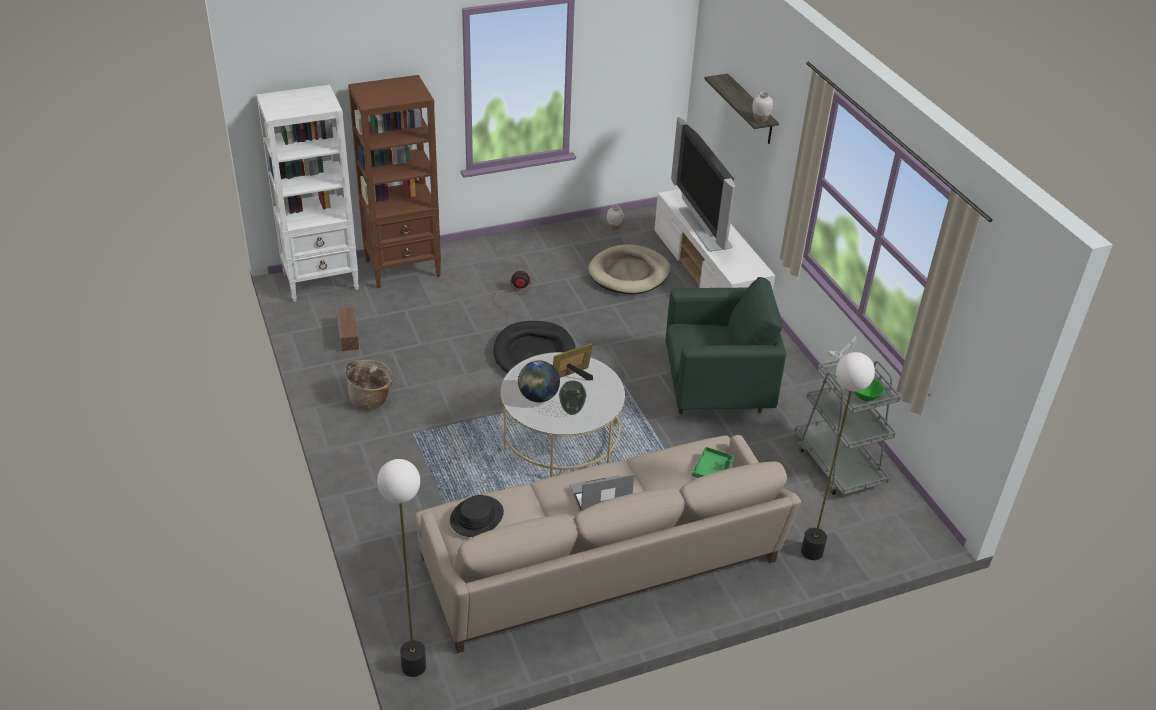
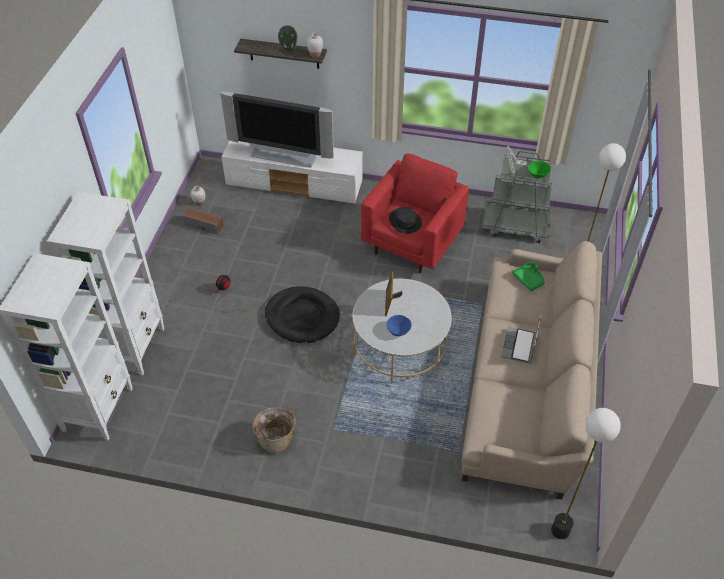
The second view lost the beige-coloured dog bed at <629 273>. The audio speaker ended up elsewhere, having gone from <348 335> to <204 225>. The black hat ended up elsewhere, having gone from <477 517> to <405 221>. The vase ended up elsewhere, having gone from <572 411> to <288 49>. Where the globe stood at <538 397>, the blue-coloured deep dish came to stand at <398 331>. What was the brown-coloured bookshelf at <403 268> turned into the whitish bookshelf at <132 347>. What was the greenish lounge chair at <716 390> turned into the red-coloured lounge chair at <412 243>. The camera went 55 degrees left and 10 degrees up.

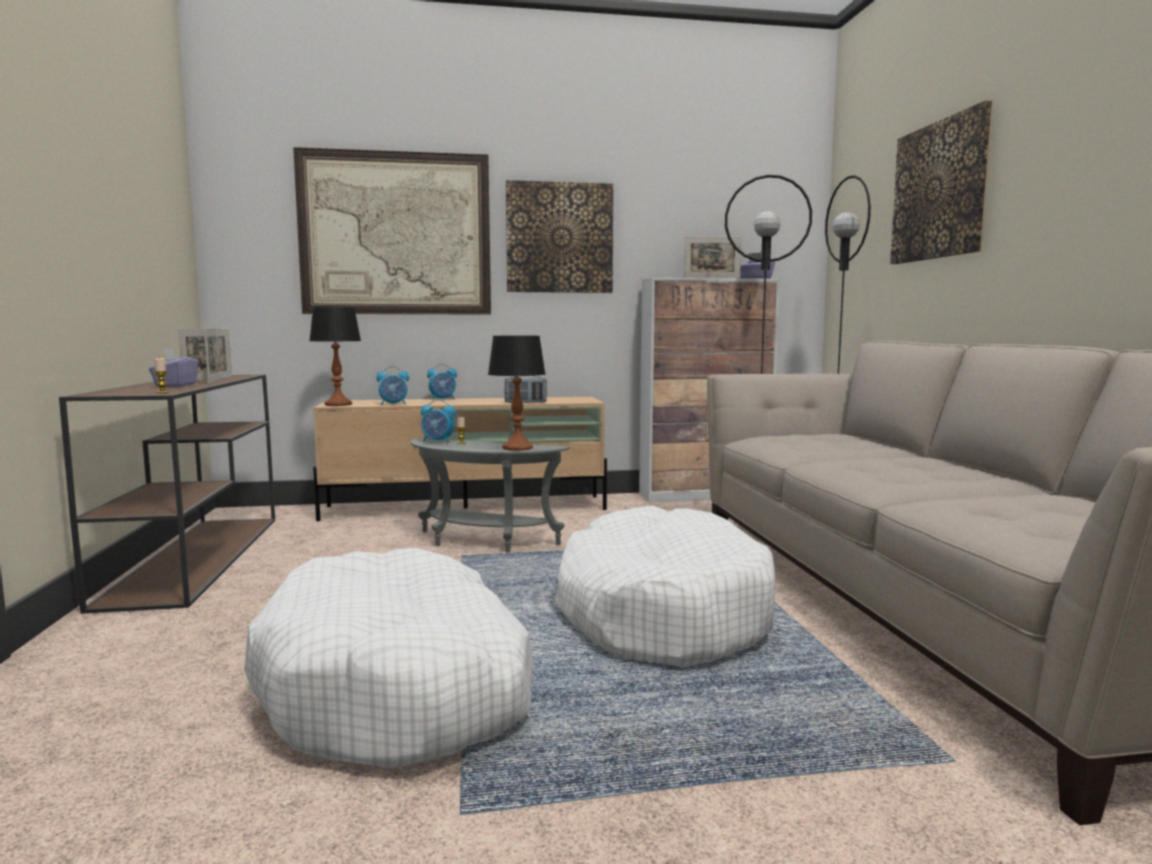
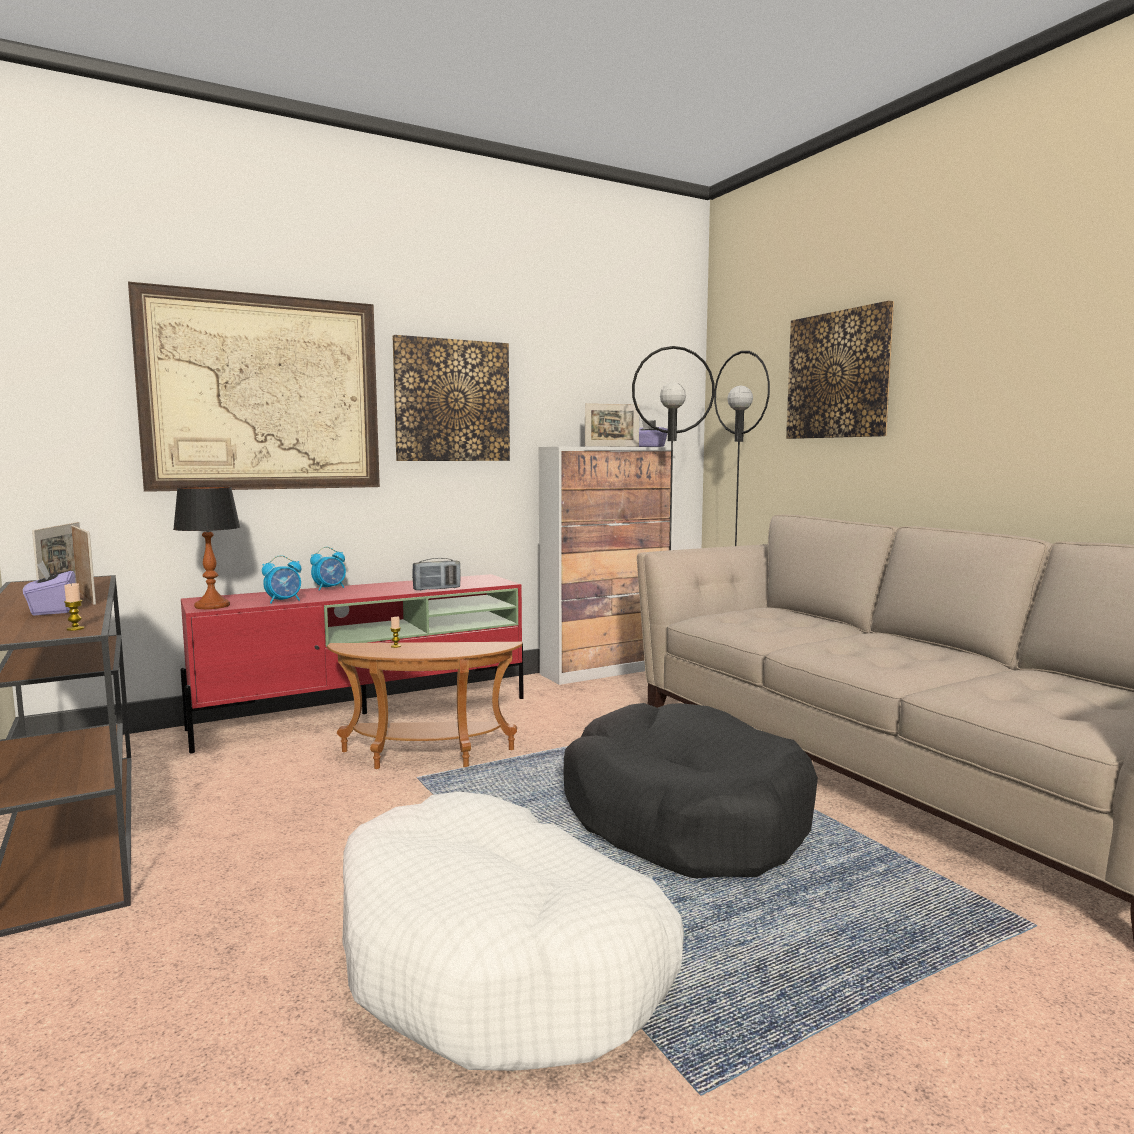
The second view lost the table clock at <438 441>. The second view lost the table lamp at <517 448>. What was the beige-coloured tv unit at <467 508> turned into the red-coloured tv unit at <367 713>. What was the gray side table at <481 542> turned into the brown-coloured side table at <425 758>. What was the whitish dog bed at <661 613> turned into the black dog bed at <683 817>. The camera went 20 degrees left and 0 degrees up.

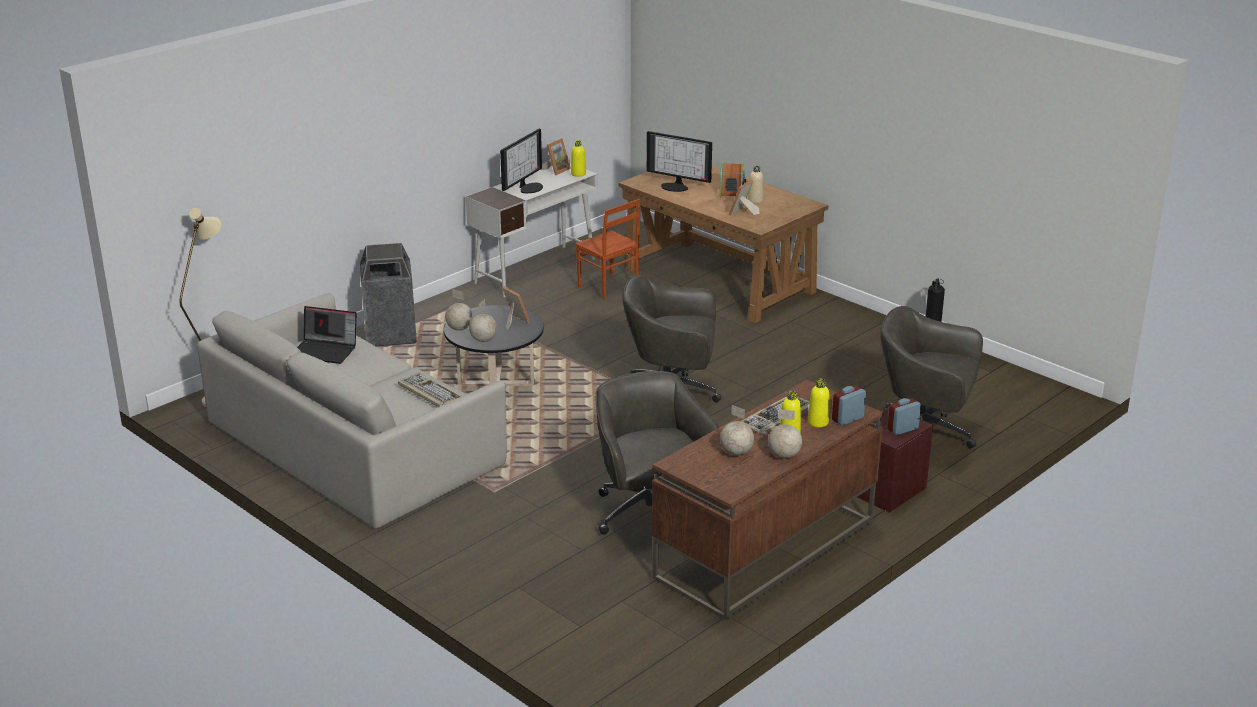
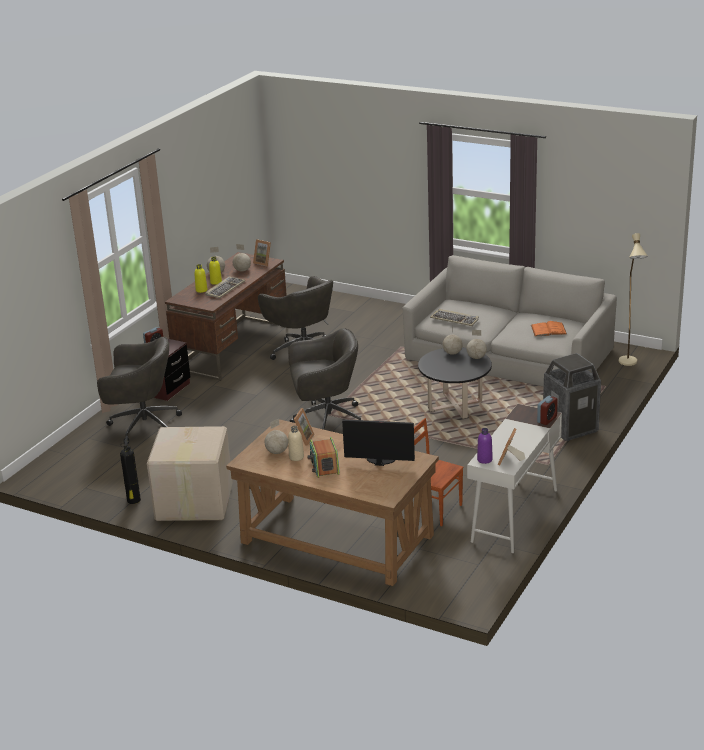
The second view lost the computer screen at <529 187>. The second view gained the carton at <193 503>. The second view gained the globe at <277 452>. The standing frame ended up elsewhere, having gone from <514 321> to <264 262>. The table clock ended up elsewhere, having gone from <847 418> to <547 419>. Where the laptop stood at <325 350>, the orange-coloured book came to stand at <548 330>. What was the yellow bottle at <578 174> turned into the purple-coloured bottle at <484 460>. The camera went 165 degrees right and 0 degrees up.

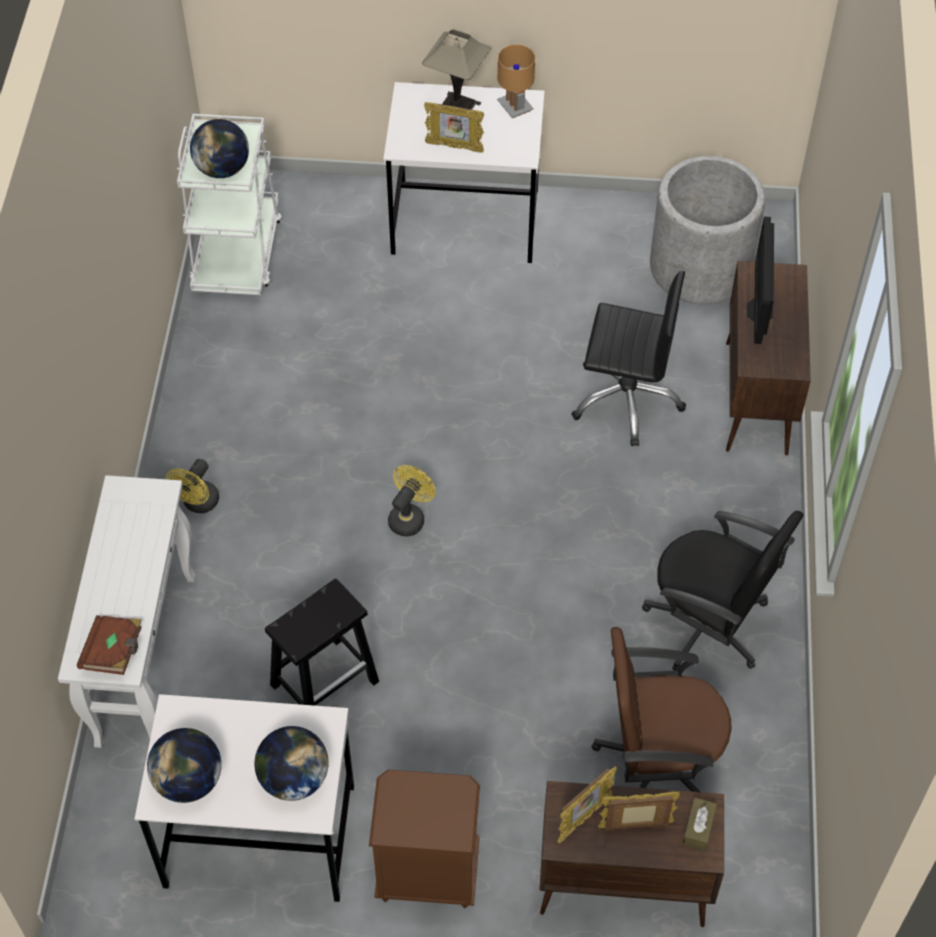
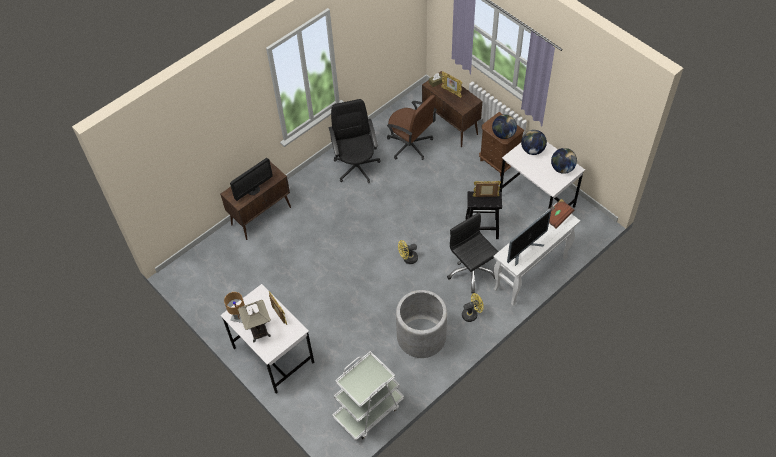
The second view gained the computer screen at <525 249>. The globe ended up elsewhere, having gone from <222 169> to <503 134>. The standing frame ended up elsewhere, having gone from <583 819> to <486 196>. The black office chair ended up elsewhere, having gone from <626 399> to <471 271>. The gray plant pot ended up elsewhere, having gone from <700 267> to <421 336>. The camera went 135 degrees left and 0 degrees up.

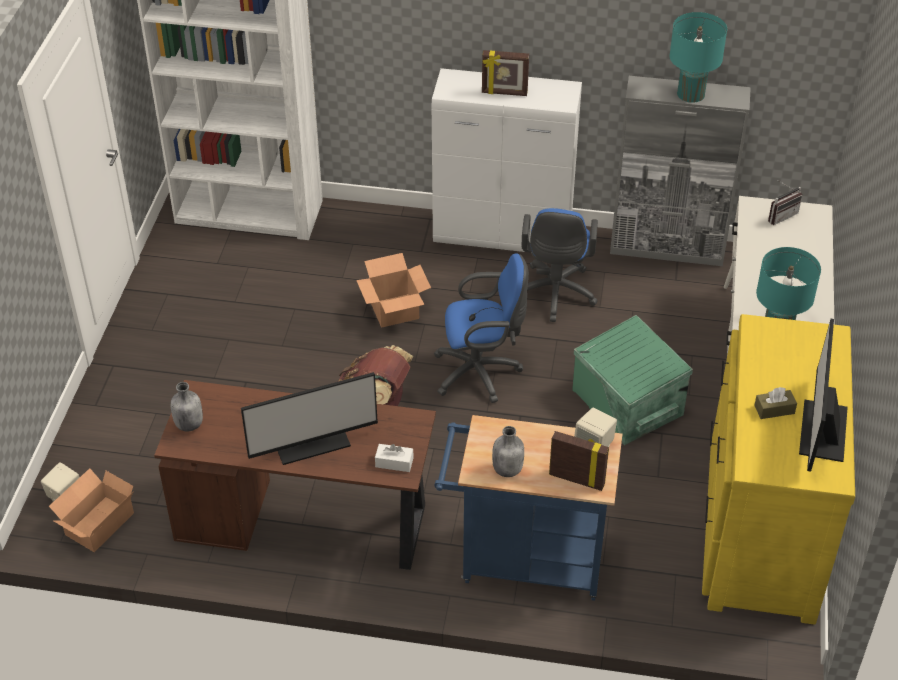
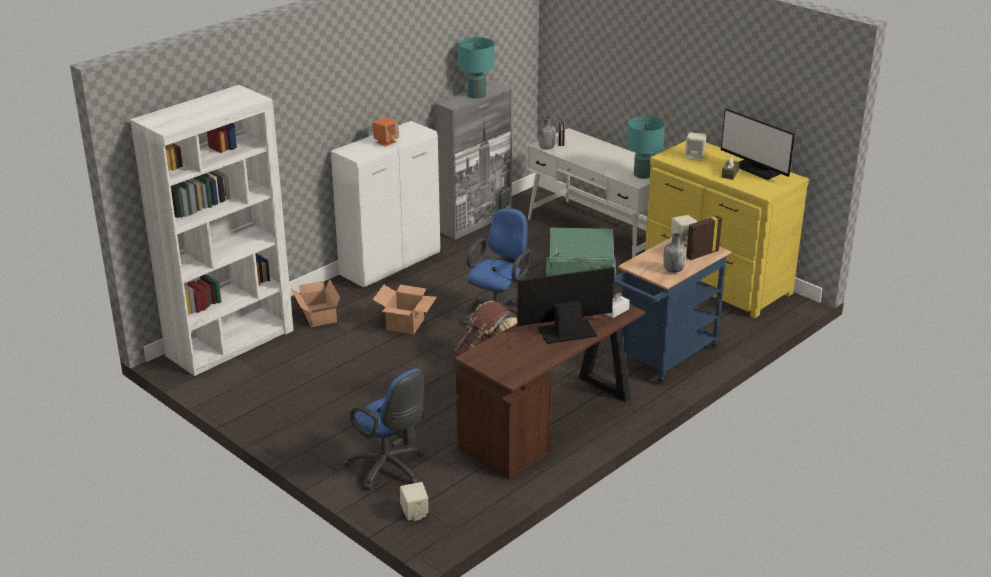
The second view gained the beige-coloured audio speaker at <695 157>. The carton ended up elsewhere, having gone from <96 524> to <317 316>. The gray bottle ended up elsewhere, having gone from <189 424> to <546 148>. The blue-coloured office chair ended up elsewhere, having gone from <554 295> to <389 469>. Where the standing frame stood at <504 93>, the orange-coloured audio speaker came to stand at <386 142>. The computer screen at <311 442> ended up facing another way, 120 degrees counterclockwise from before. The camera went 55 degrees left and 15 degrees down.

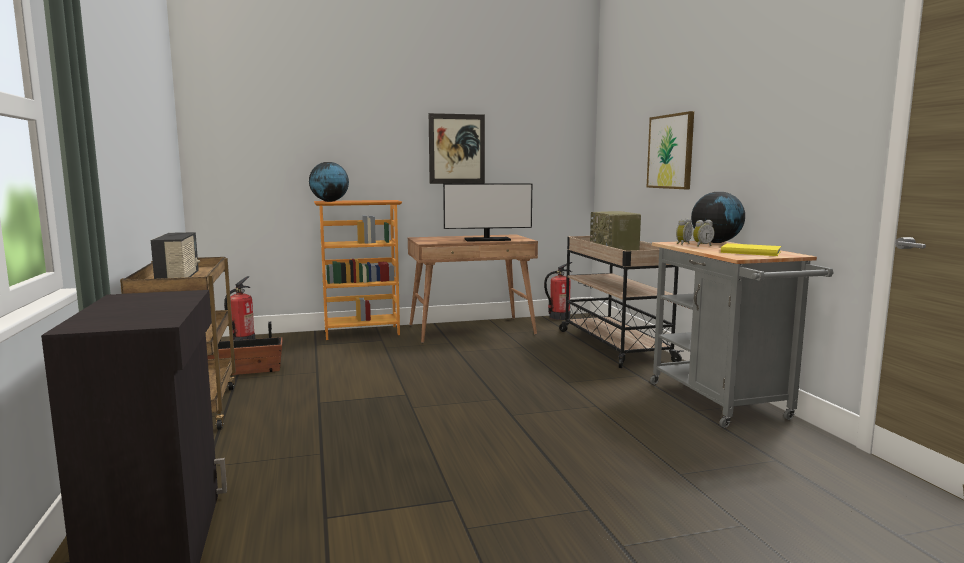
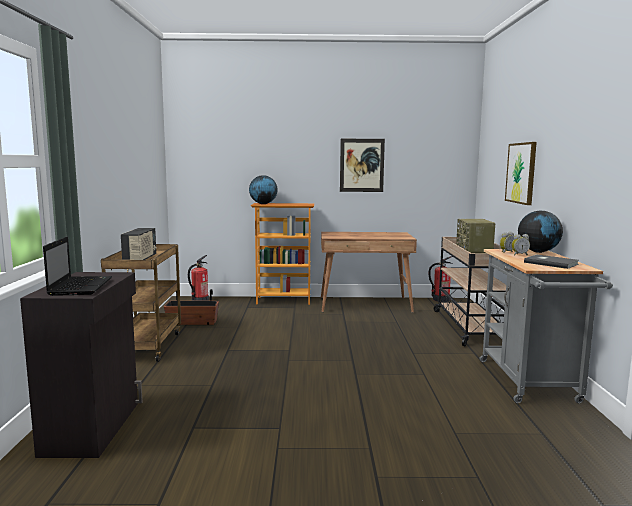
The second view lost the computer screen at <487 240>. The second view gained the laptop at <81 286>. What was the yellow book at <750 252> turned into the gray book at <550 263>. The camera went 15 degrees right and 0 degrees up.

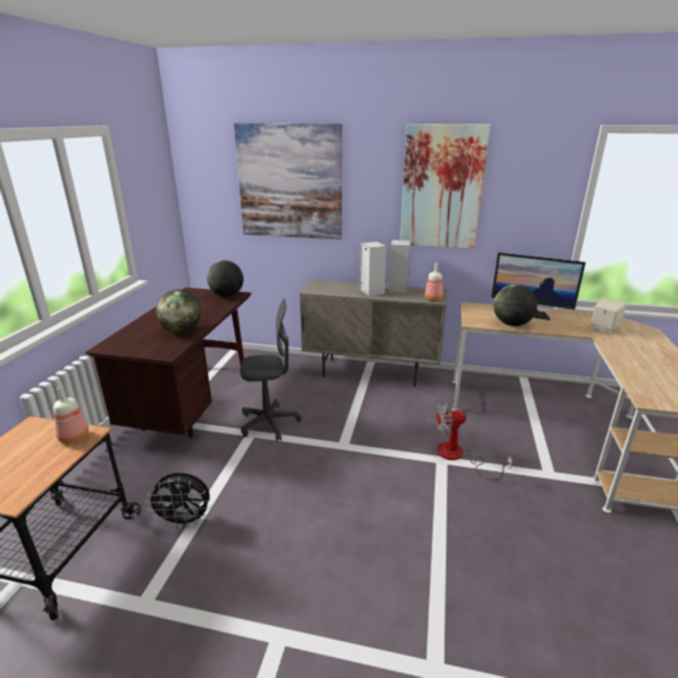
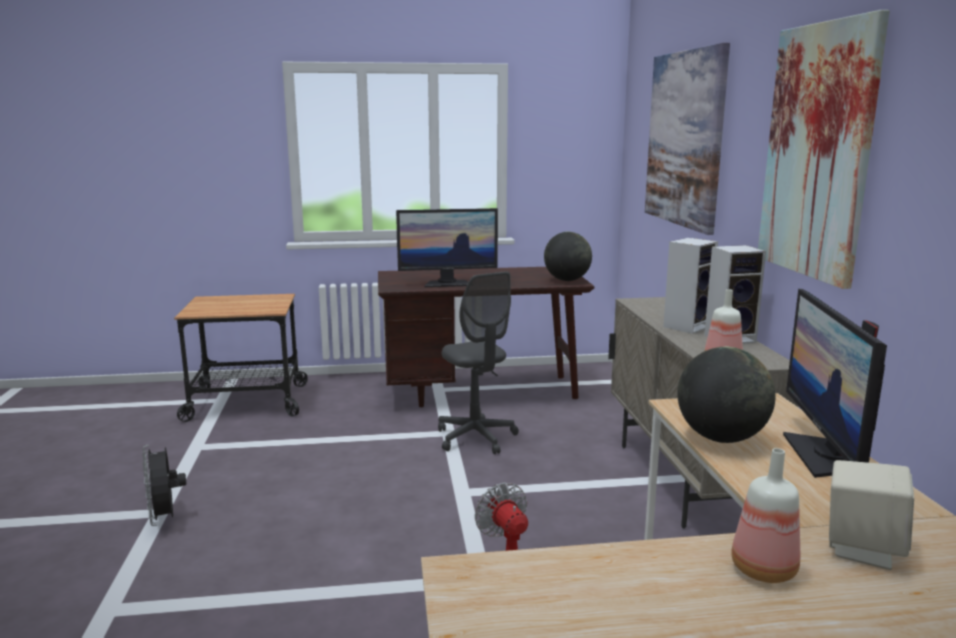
The bottle ended up elsewhere, having gone from <74 438> to <762 571>. The black electric fan ended up elsewhere, having gone from <185 521> to <165 518>. Where the globe stood at <181 331>, the computer screen came to stand at <447 283>. The camera went 70 degrees right and 10 degrees down.

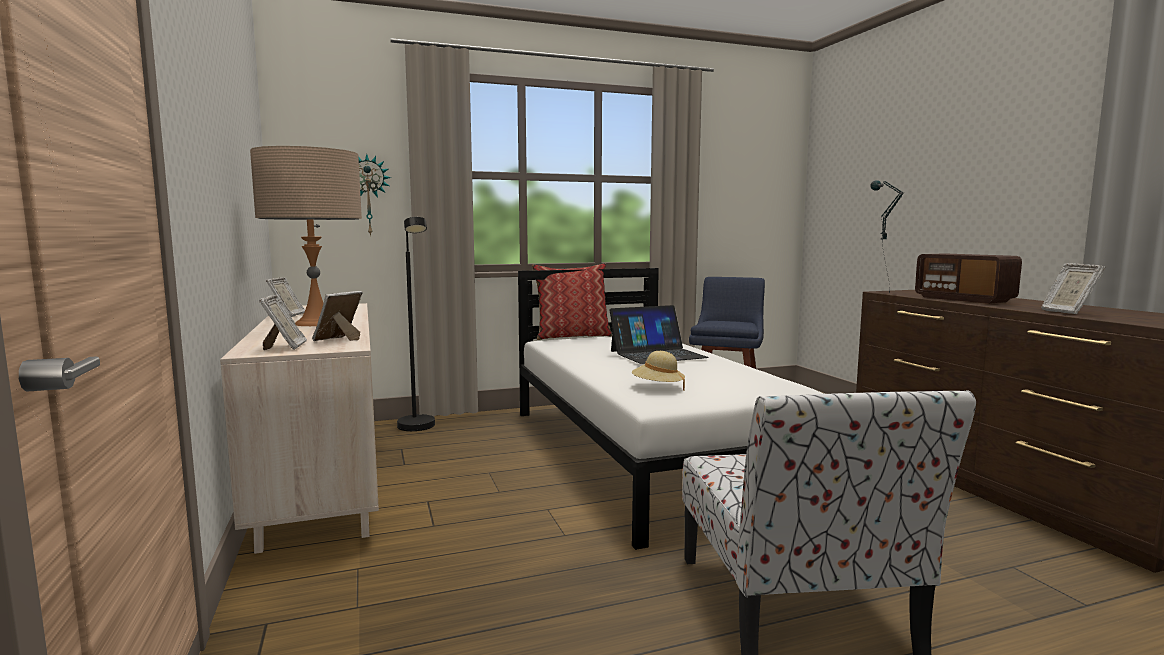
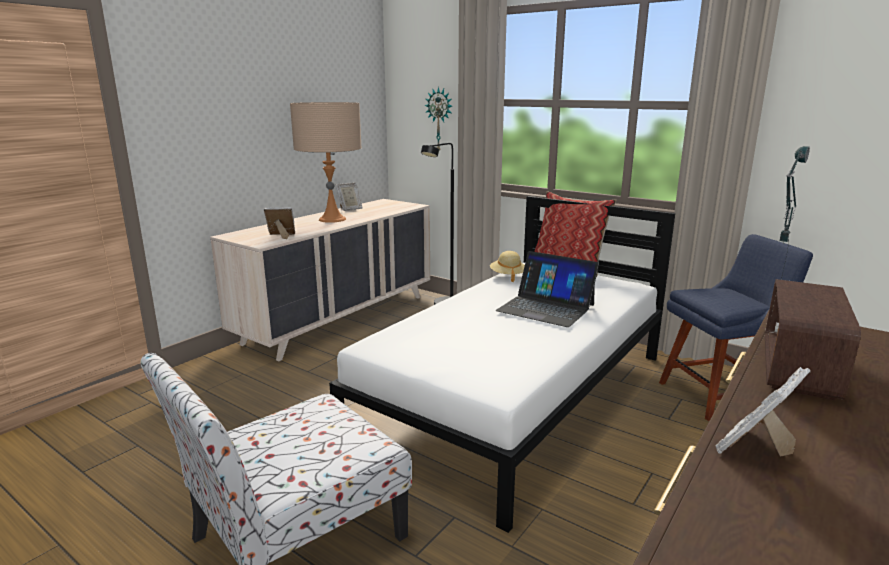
The second view lost the standing frame at <285 347>. The beige-coloured hat ended up elsewhere, having gone from <658 387> to <508 276>. The camera went 55 degrees right and 10 degrees up.

